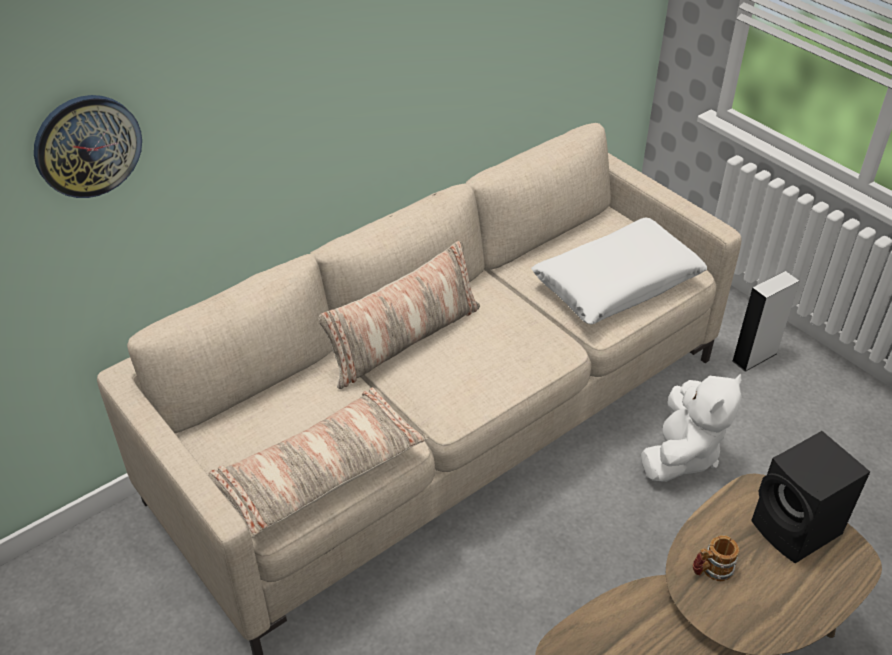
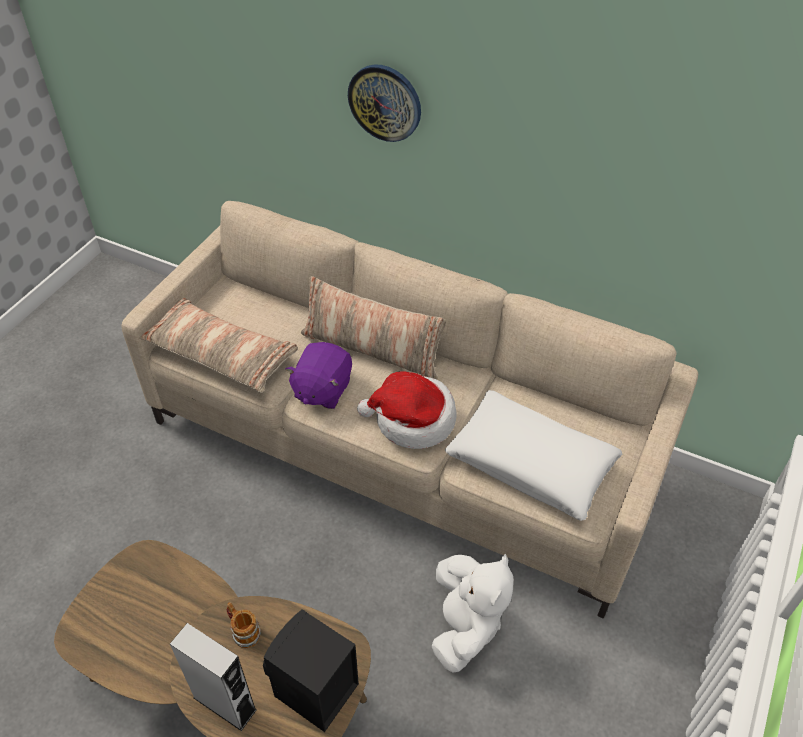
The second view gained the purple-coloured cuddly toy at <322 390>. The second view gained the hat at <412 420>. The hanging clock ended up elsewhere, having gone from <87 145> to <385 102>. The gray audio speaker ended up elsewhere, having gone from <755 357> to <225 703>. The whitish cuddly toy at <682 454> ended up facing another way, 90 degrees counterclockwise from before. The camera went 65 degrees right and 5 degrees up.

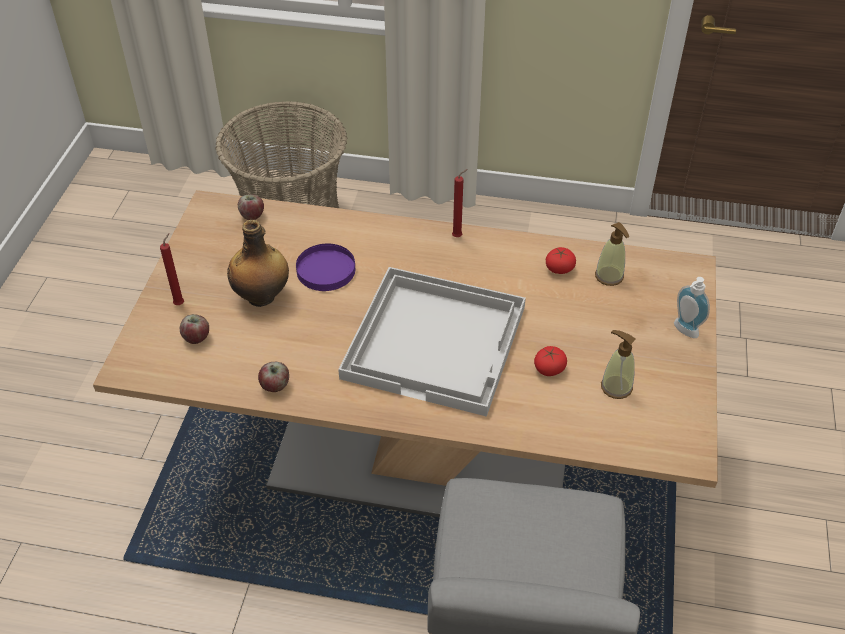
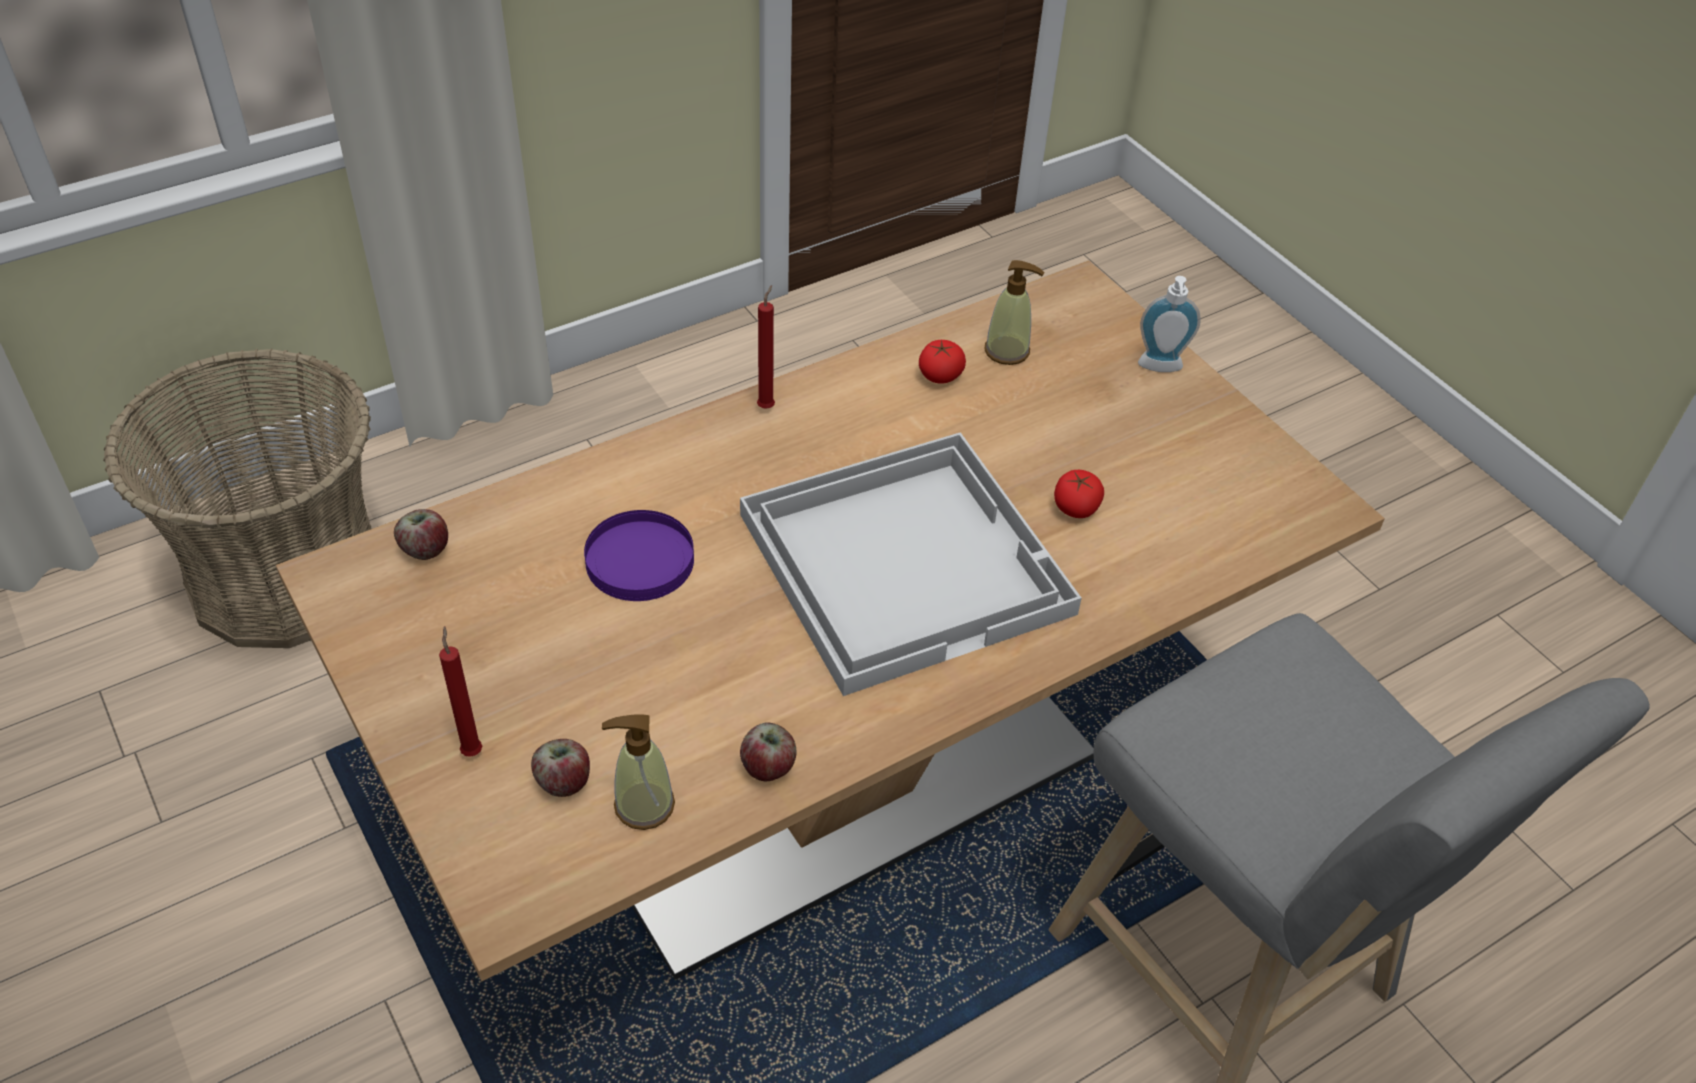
The second view lost the bottle at <262 296>. The liquid soap bottle ended up elsewhere, having gone from <616 387> to <643 805>. The camera went 45 degrees left and 0 degrees up.

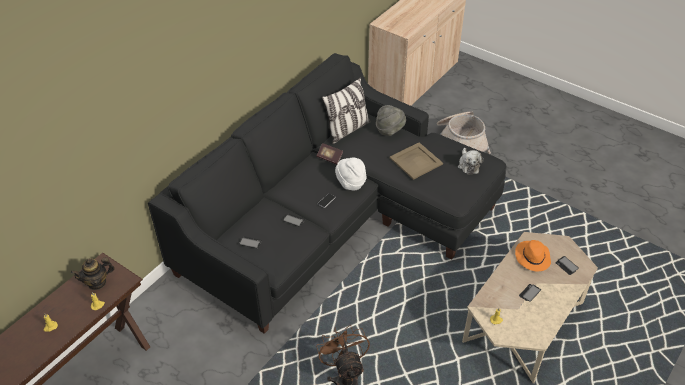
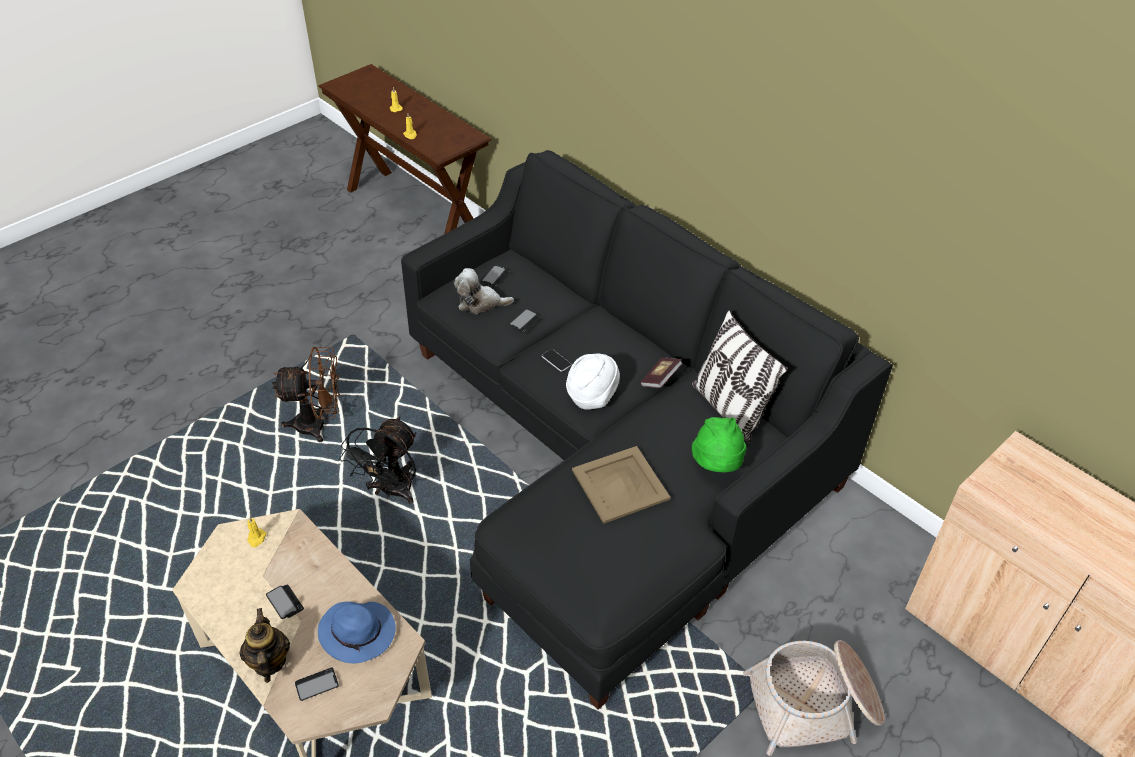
The second view gained the black electric fan at <392 492>. The teapot ended up elsewhere, having gone from <97 283> to <269 662>. The cuddly toy ended up elsewhere, having gone from <468 165> to <480 303>. What was the gray hat at <390 130> turned into the greenish hat at <717 464>. What was the orange-coloured hat at <532 257> turned into the blue-coloured hat at <358 633>. The camera went 100 degrees right and 0 degrees up.

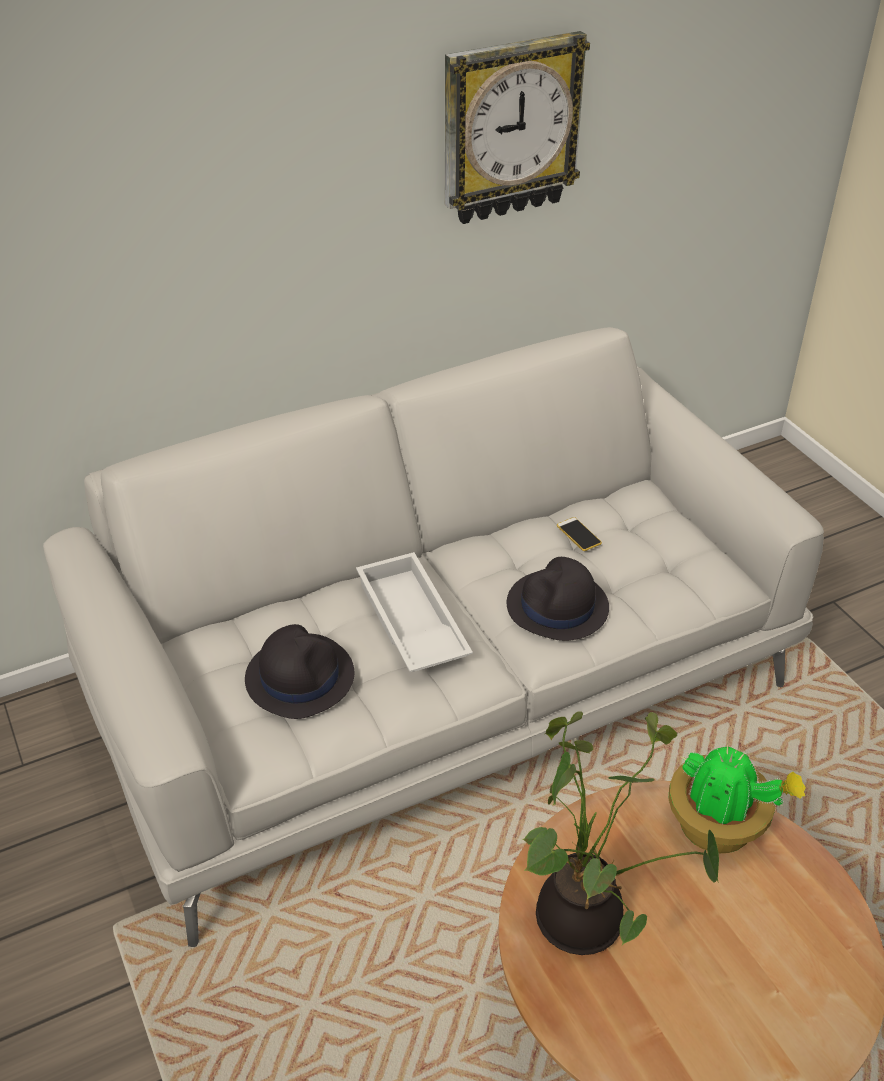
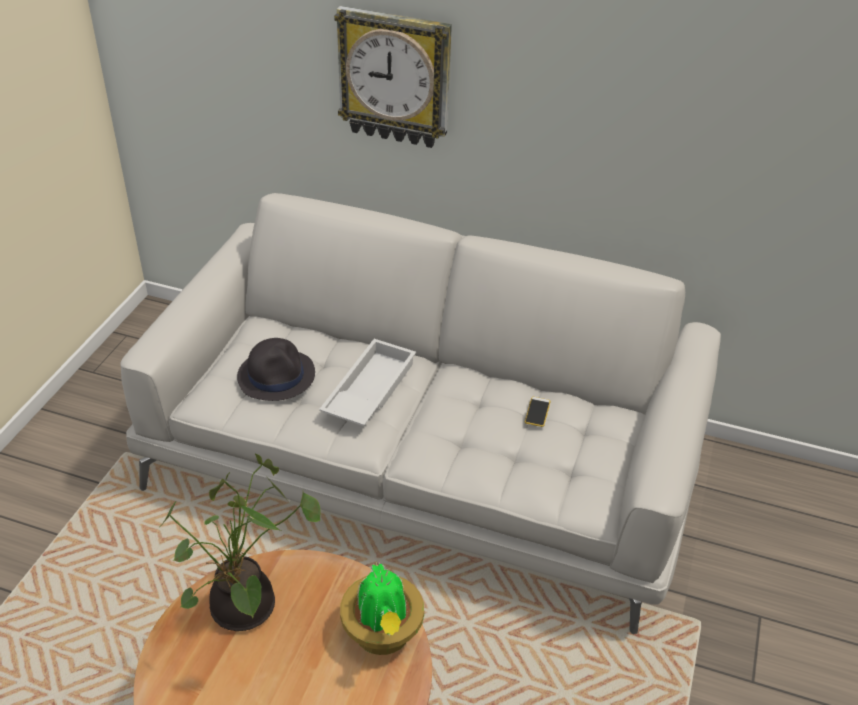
The second view lost the black hat at <557 607>. The hanging clock ended up elsewhere, having gone from <510 129> to <395 77>. The camera went 45 degrees right and 0 degrees up.

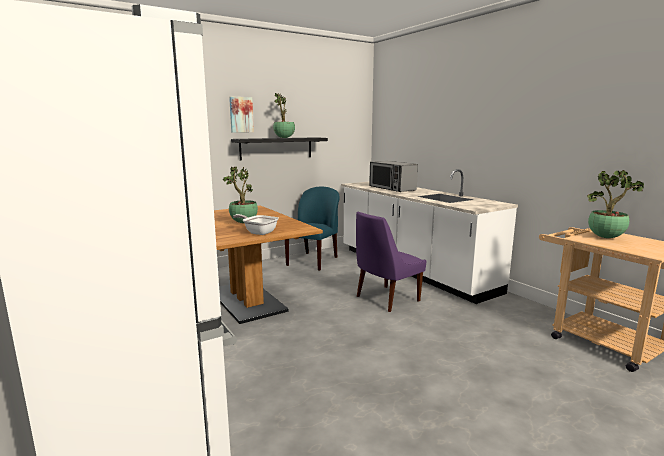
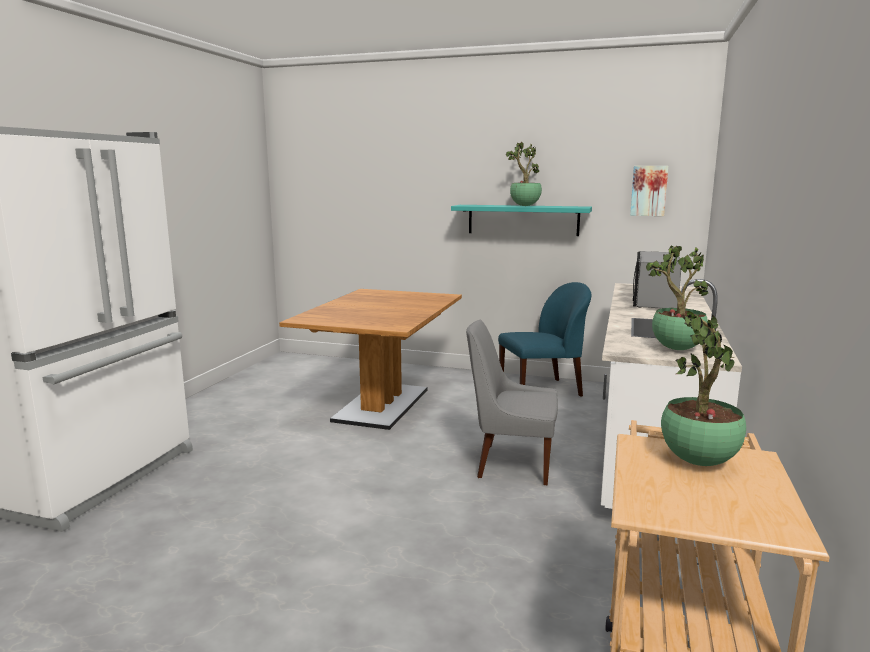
The second view lost the pan at <258 232>. The potted plant ended up elsewhere, having gone from <243 223> to <675 349>. The wall picture ended up elsewhere, having gone from <241 114> to <648 191>. What was the black shelf at <276 148> turned into the turquoise-coloured shelf at <523 220>. What was the purple-coloured upright chair at <385 299> turned into the gray upright chair at <511 464>. The camera went 50 degrees right and 0 degrees up.

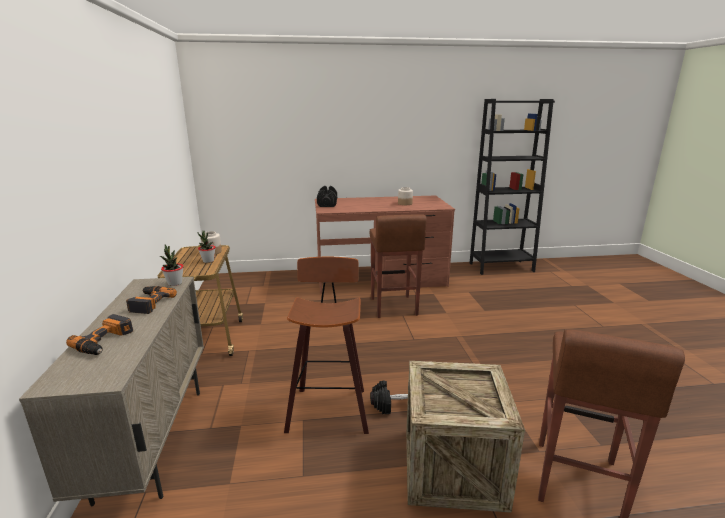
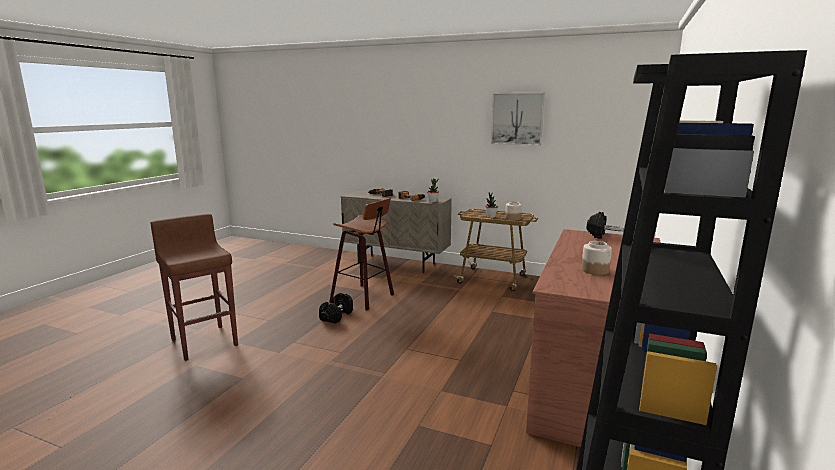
The second view lost the brown-coloured sitting stool at <393 307>. The second view lost the shipping crate at <453 467>. The second view gained the wall picture at <517 119>. The camera went 120 degrees right and 5 degrees down.

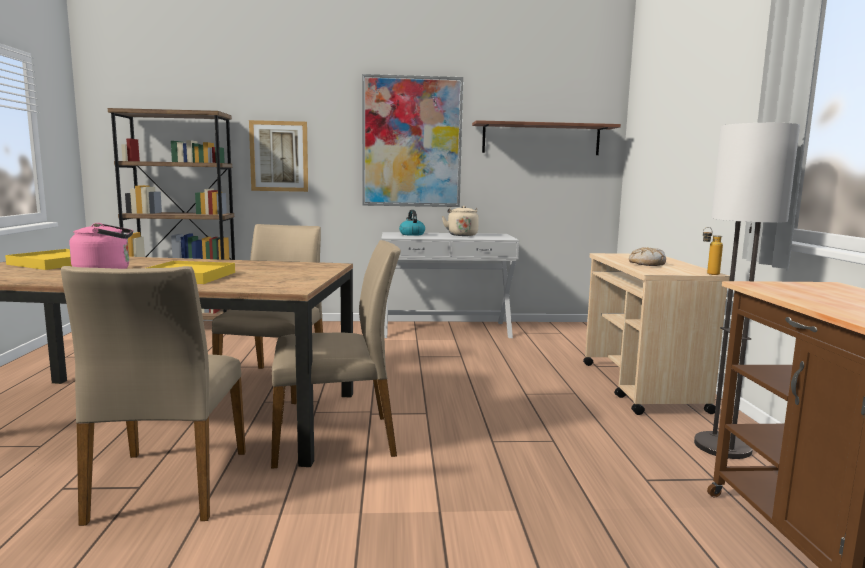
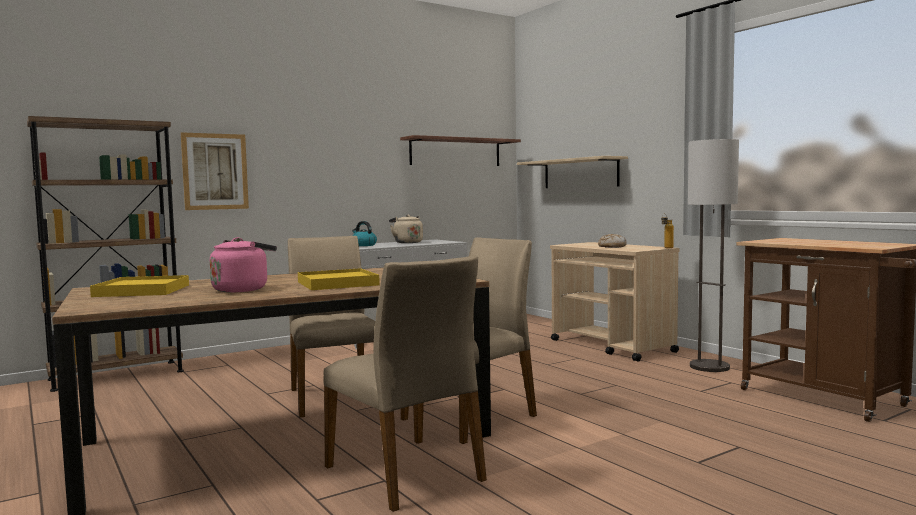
The second view lost the wall picture at <412 142>. The second view gained the beige-coloured shelf at <580 173>. The camera went 30 degrees left and 5 degrees down.

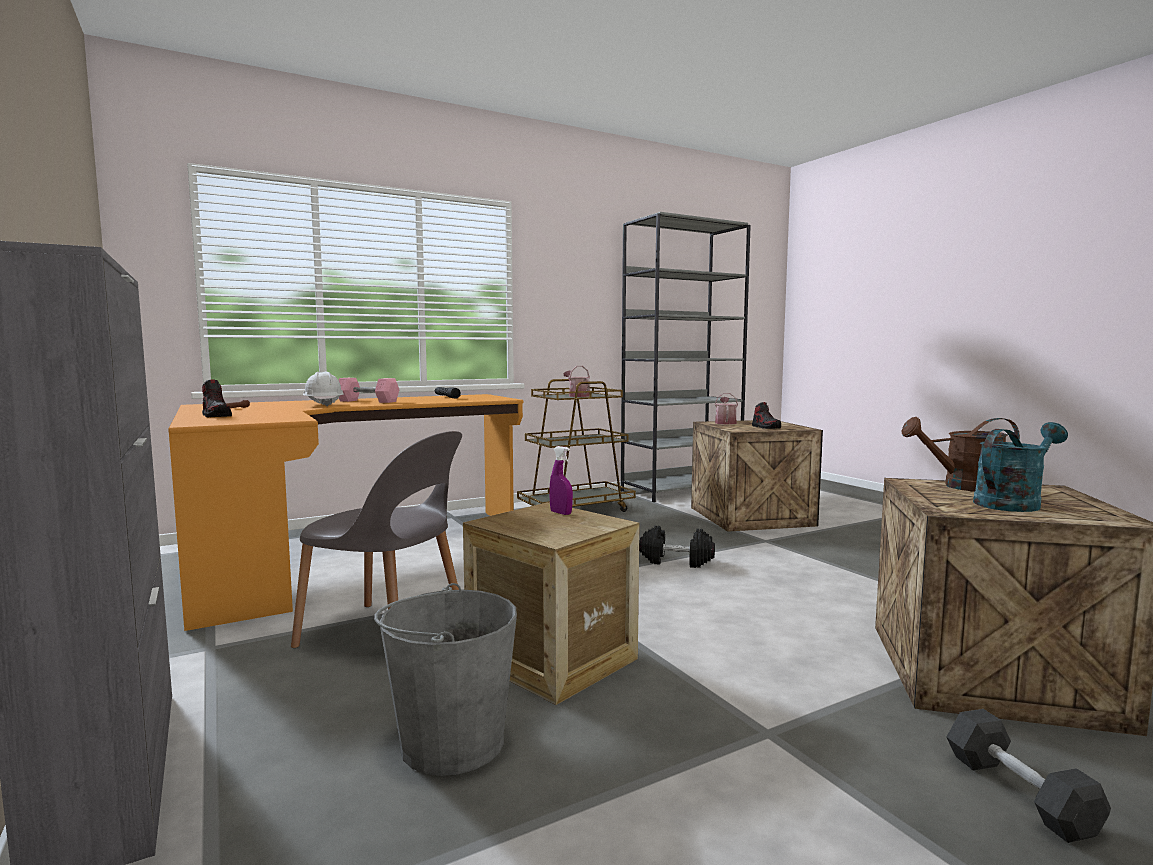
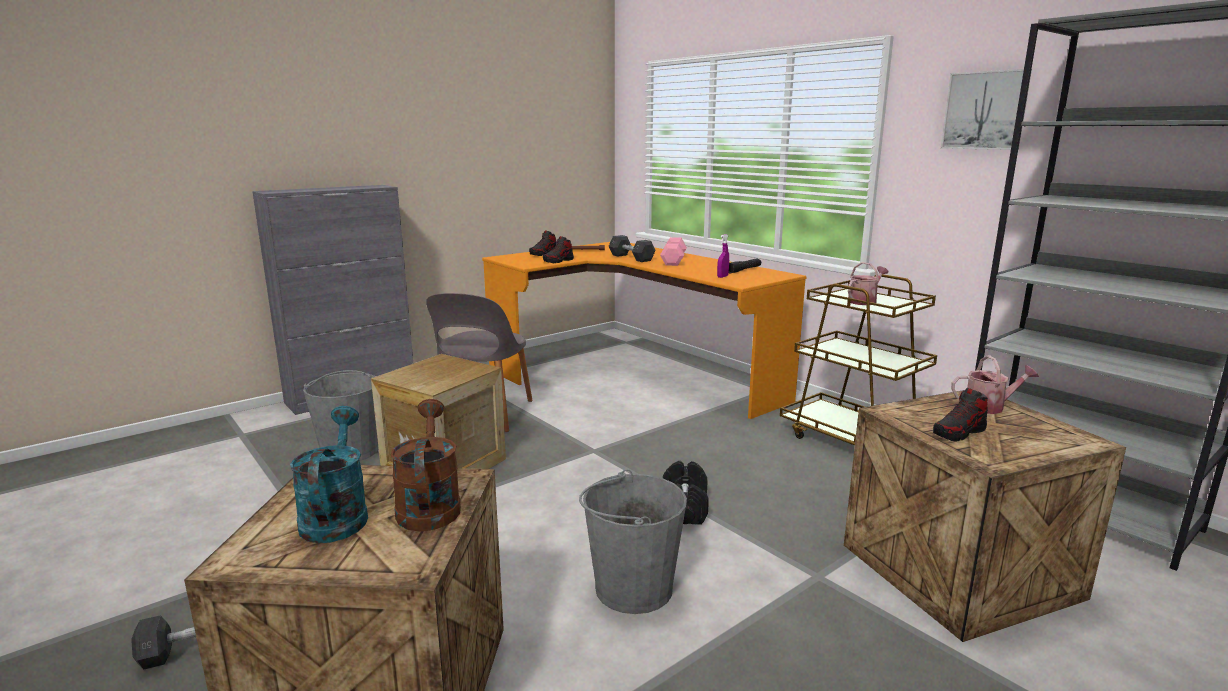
The second view gained the low shoe at <558 261>. The second view gained the gray water bucket at <633 588>. The second view gained the wall picture at <986 110>. The purple-coloured hand sprayer ended up elsewhere, having gone from <561 513> to <722 277>. Where the whitish safety helmet stood at <323 405>, the gray dumbbell came to stand at <631 258>. The turquoise-coloured watering pot at <1013 503> ended up facing another way, 150 degrees counterclockwise from before. The camera went 80 degrees right and 10 degrees up.

